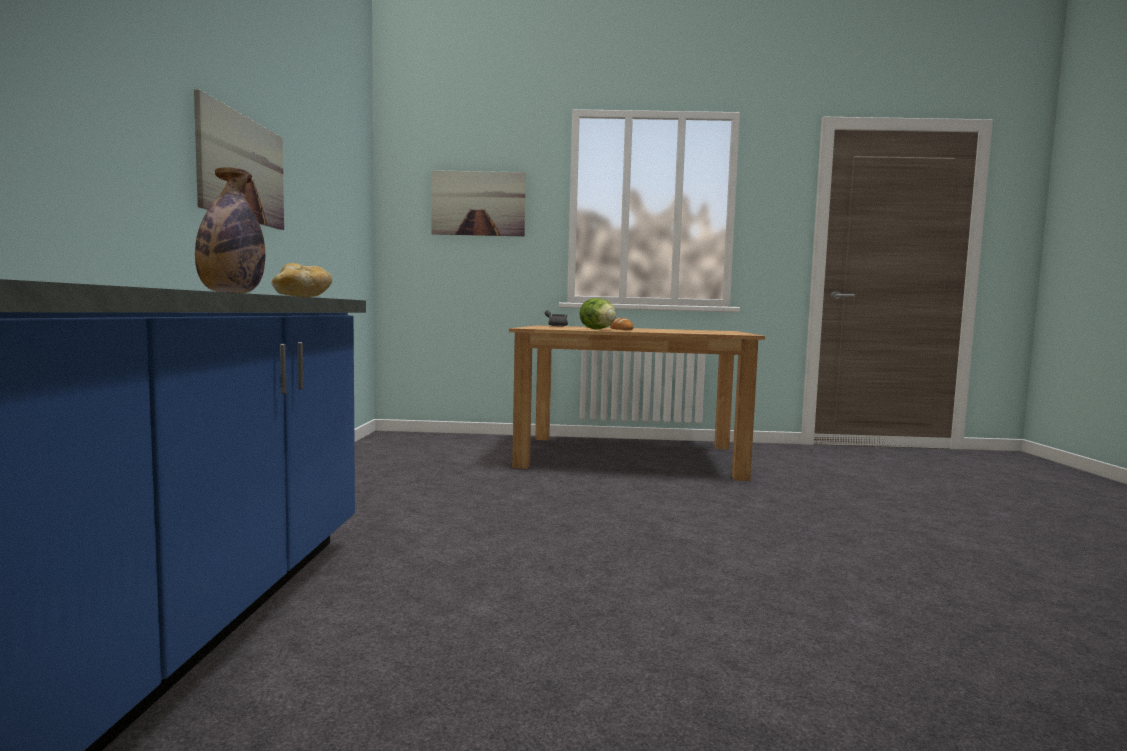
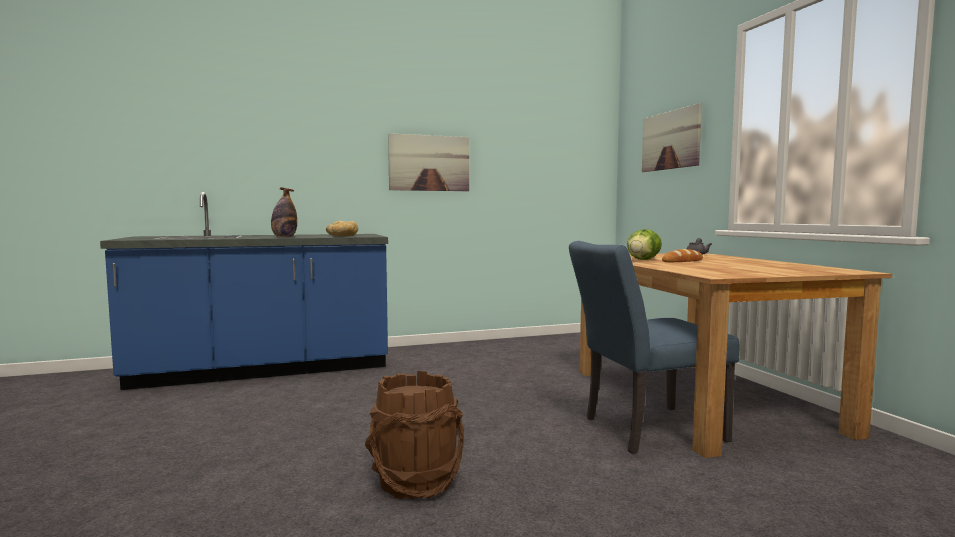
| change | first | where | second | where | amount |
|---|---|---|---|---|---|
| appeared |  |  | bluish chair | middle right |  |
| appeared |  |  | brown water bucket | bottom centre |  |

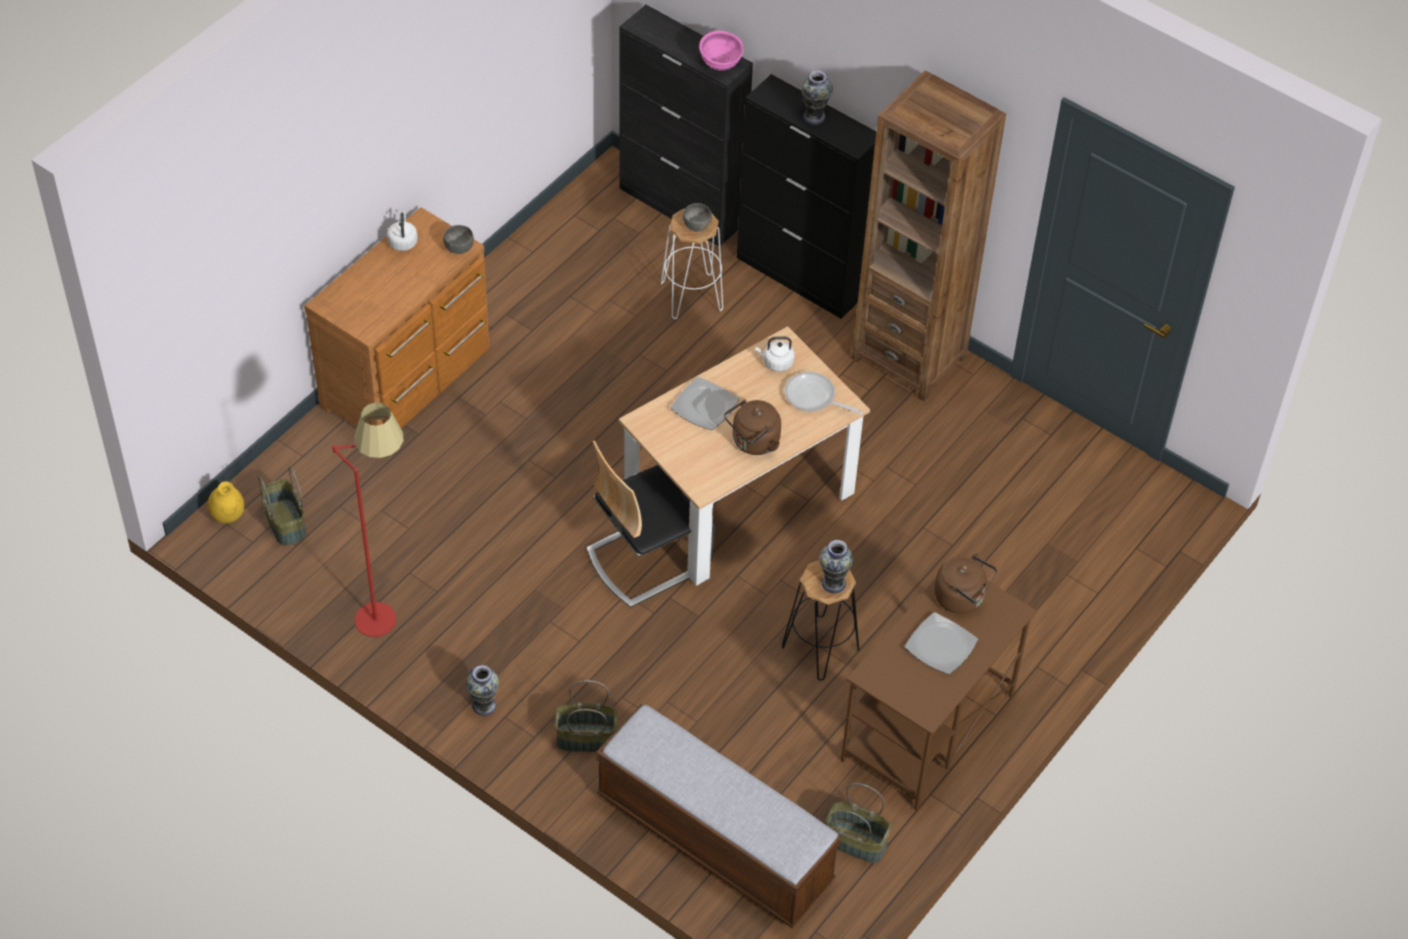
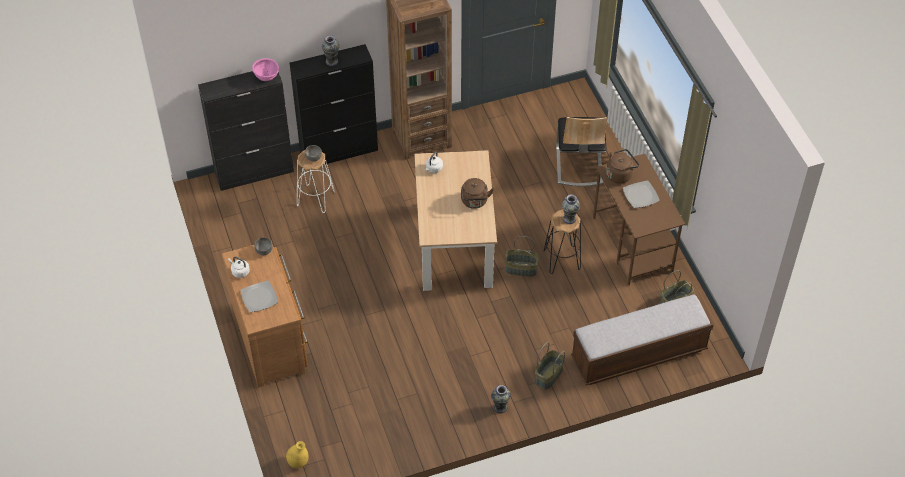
| change | first | where | second | where | amount |
|---|---|---|---|---|---|
| missing | skillet | centre |  |  |  |
| relocated | flat dish (no. 1 from left) | centre |  | middle left |  |
| missing | reddish floor lamp | middle left |  |  |  |
| relocated | chair | centre |  | top centre |  |
| relocated | storage basket (no. 1 from left) | middle left |  | centre |  |

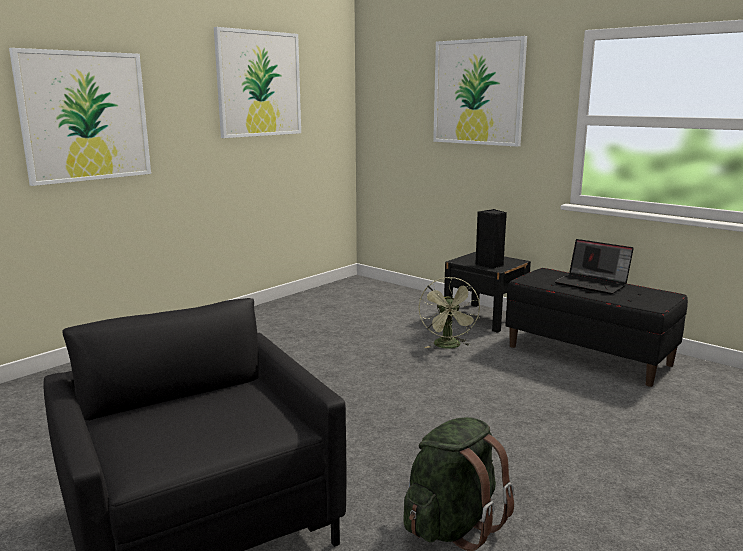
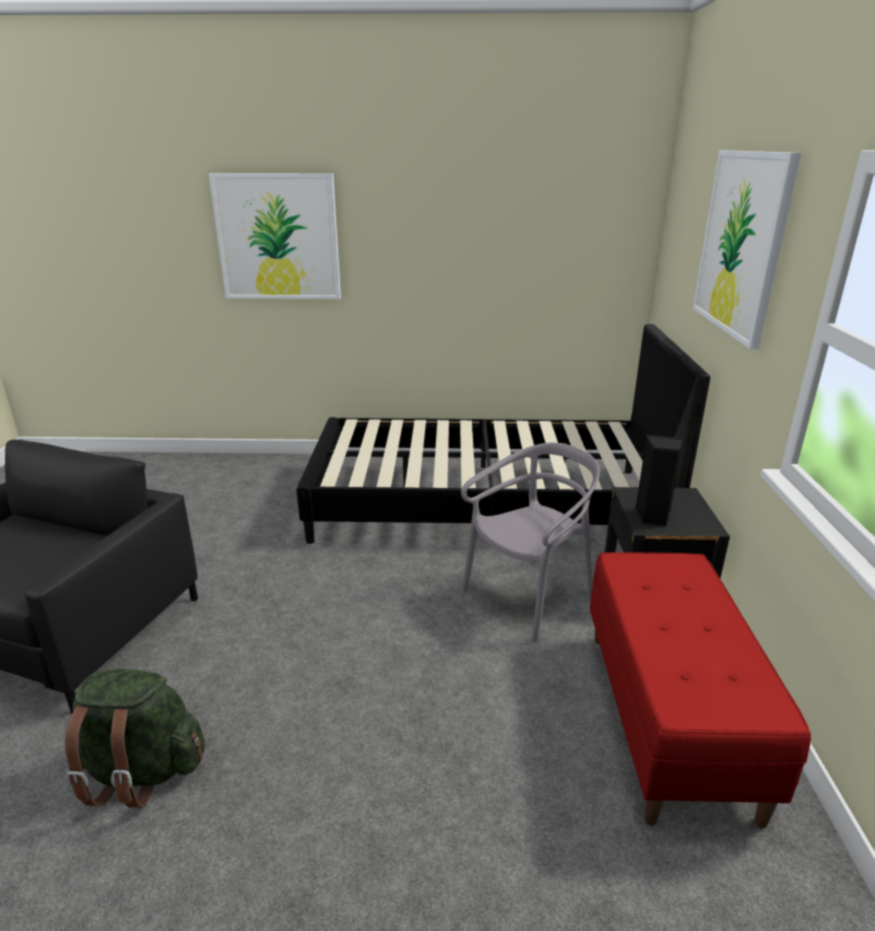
| change | first | where | second | where | amount |
|---|---|---|---|---|---|
| missing | picture (no. 2 from left) | top centre |  |  |  |
| missing | notebook computer | middle right |  |  |  |
| colour | black-coloured long seat | middle right | reddish long seat | bottom right |  |
| exchanged | greenish electric fan | centre | gray chair | centre |  |
| appeared |  |  | black-coloured bedroom bed | centre |  |

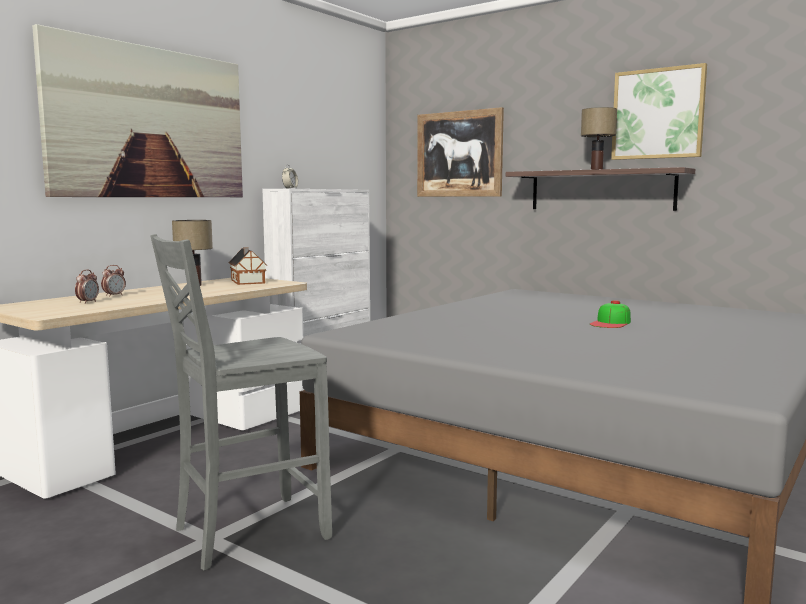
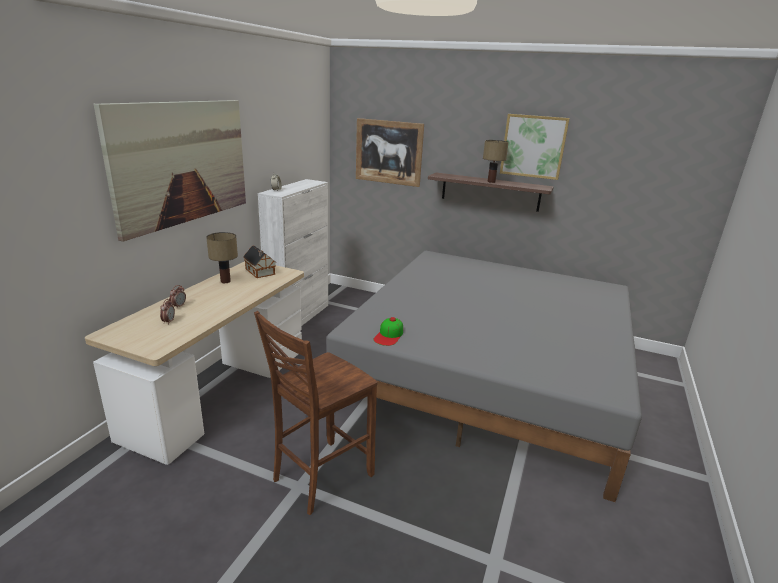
| change | first | where | second | where | amount |
|---|---|---|---|---|---|
| colour | gray chair | middle left | brown chair | bottom centre |  |
| relocated | baseball cap | middle right |  | centre |  |

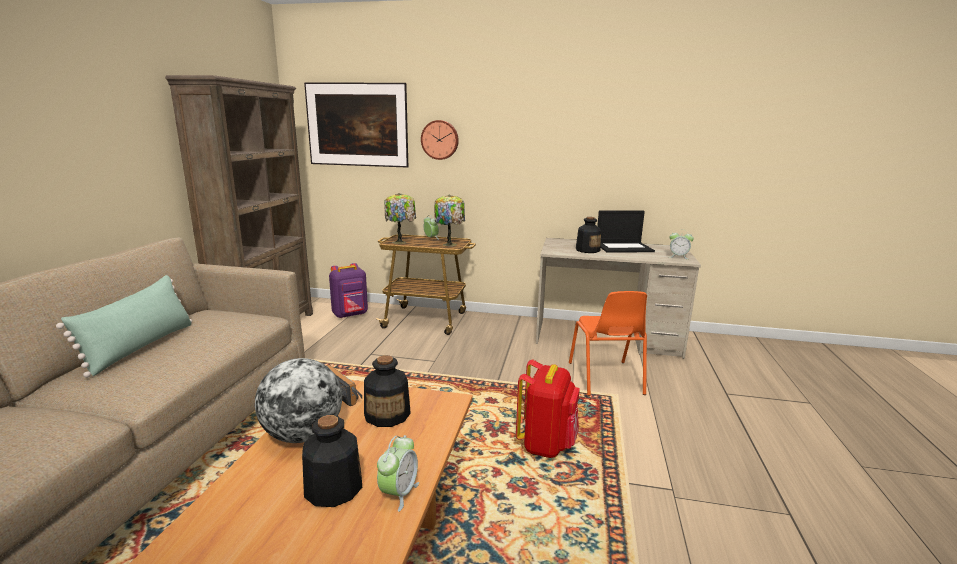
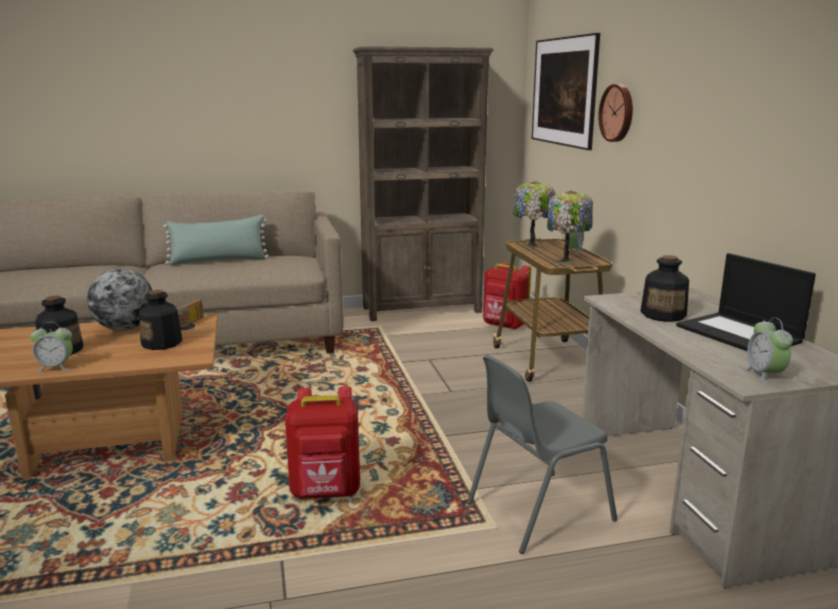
| change | first | where | second | where | amount |
|---|---|---|---|---|---|
| colour | purple rucksack | centre | reddish rucksack (no. 2 from left) | centre |  |
| colour | orange chair | centre | gray chair | bottom centre |  |

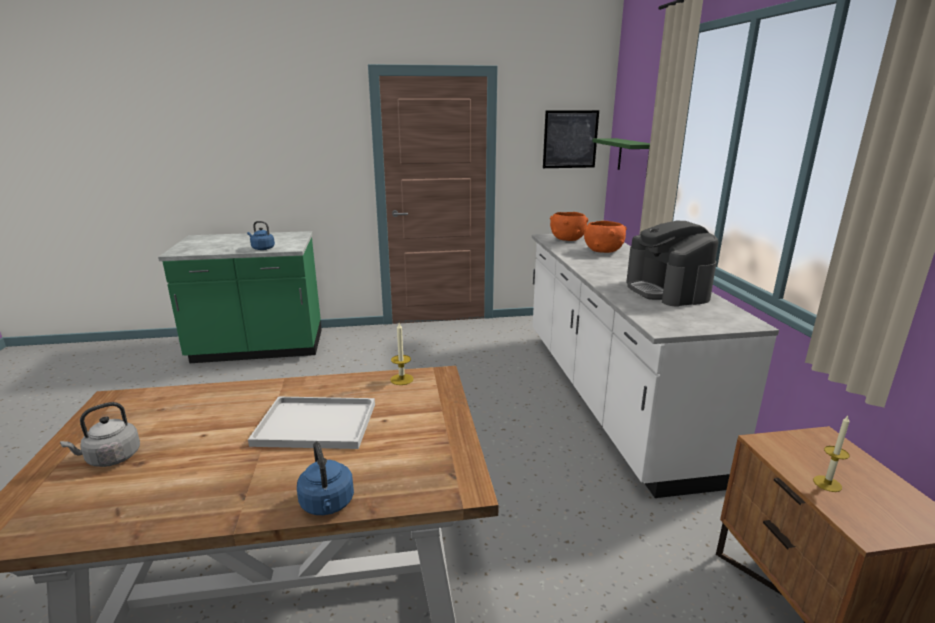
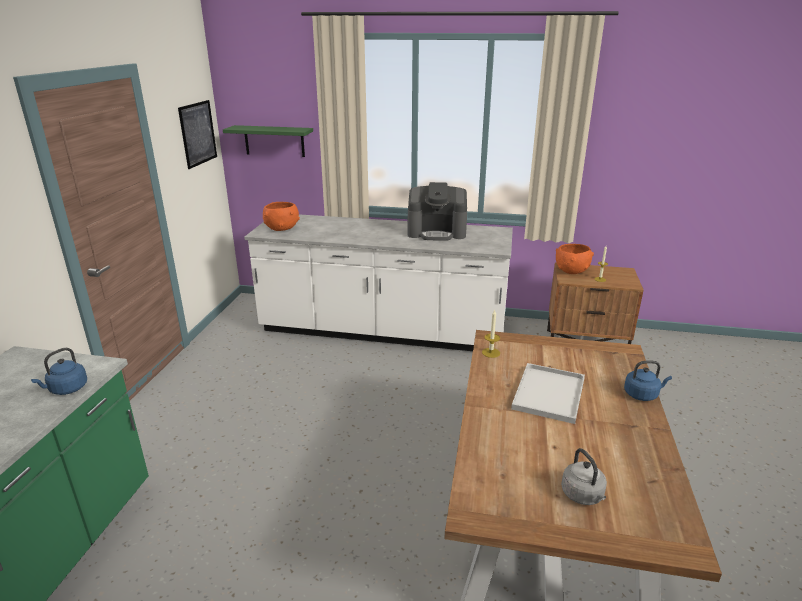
| change | first | where | second | where | amount |
|---|---|---|---|---|---|
| relocated | orange deep dish (no. 2 from left) | centre |  | middle right |  |

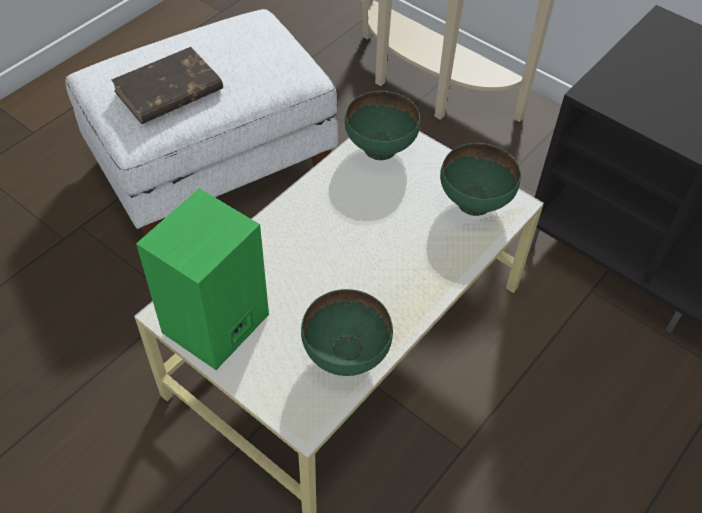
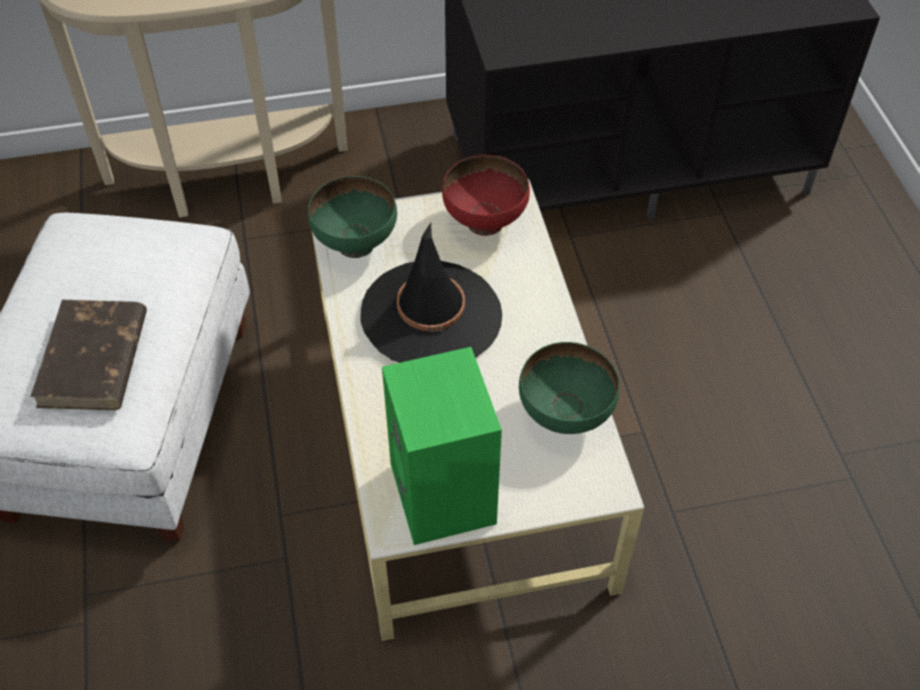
| change | first | where | second | where | amount |
|---|---|---|---|---|---|
| colour | greenish deep dish (no. 3 from left) | middle right | reddish deep dish | top centre |  |
| appeared |  |  | black-coloured clothing hat | centre |  |

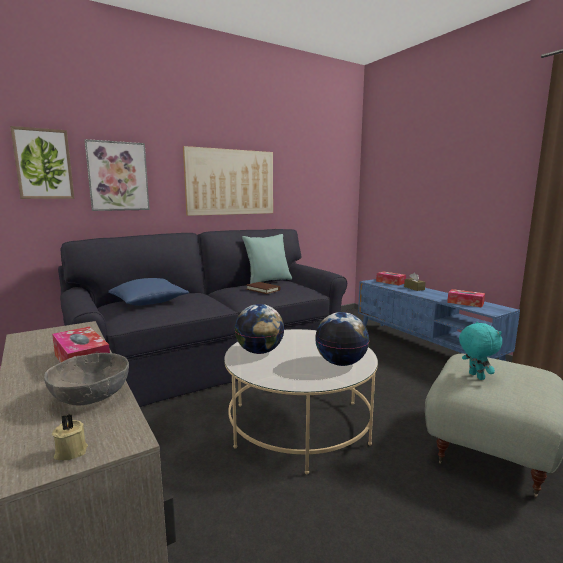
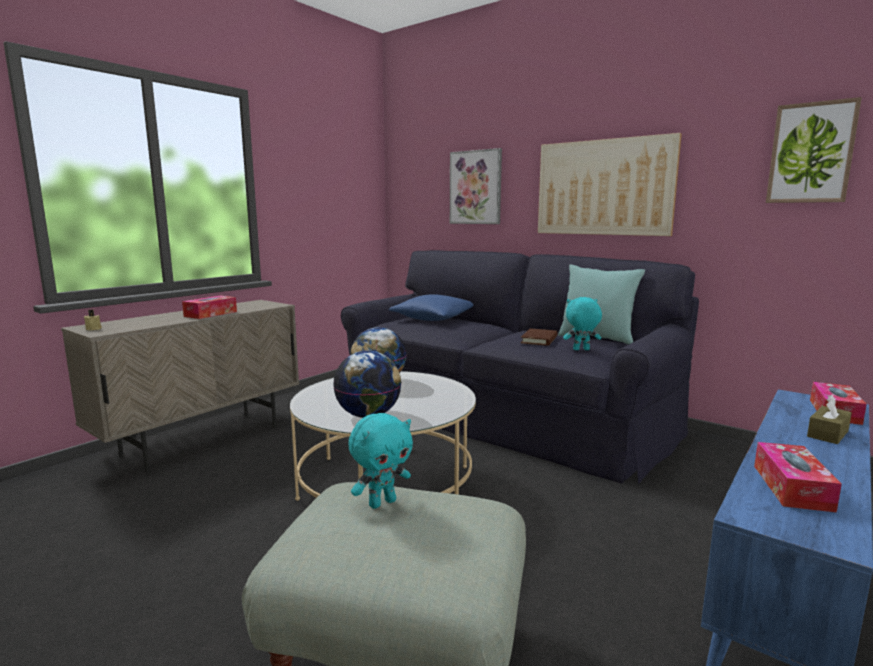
| change | first | where | second | where | amount |
|---|---|---|---|---|---|
| relocated | picture (no. 1 from left in the first image) | top left | picture (no. 3 from left) | top right |  |
| missing | gray deep dish | bottom left |  |  |  |
| appeared |  |  | turquoise cuddly toy (no. 2 from left) | middle right |  |

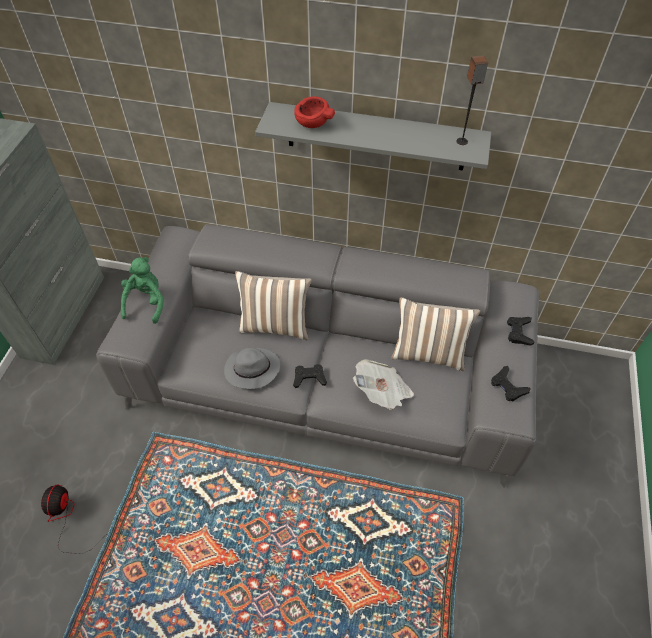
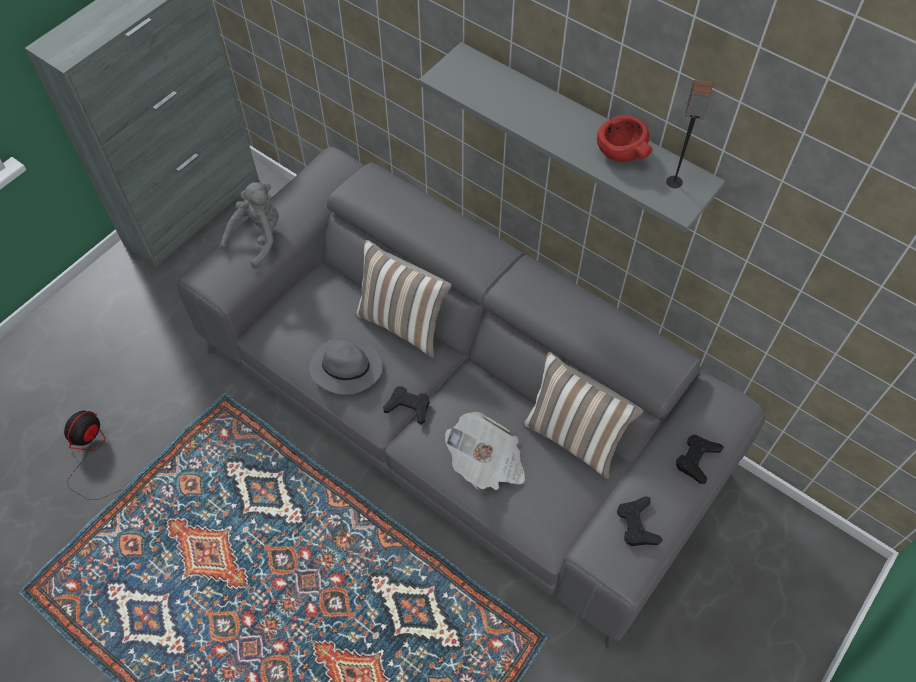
| change | first | where | second | where | amount |
|---|---|---|---|---|---|
| relocated | reddish deep dish | top centre |  | top right |  |
| colour | greenish cuddly toy | middle left | gray cuddly toy | top left |  |

